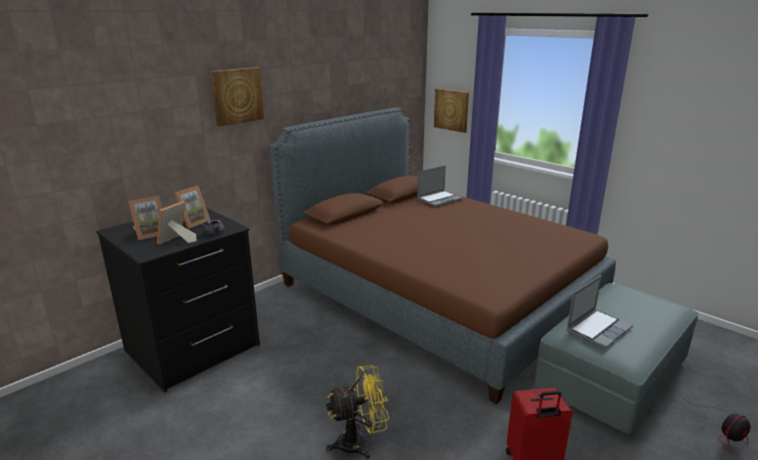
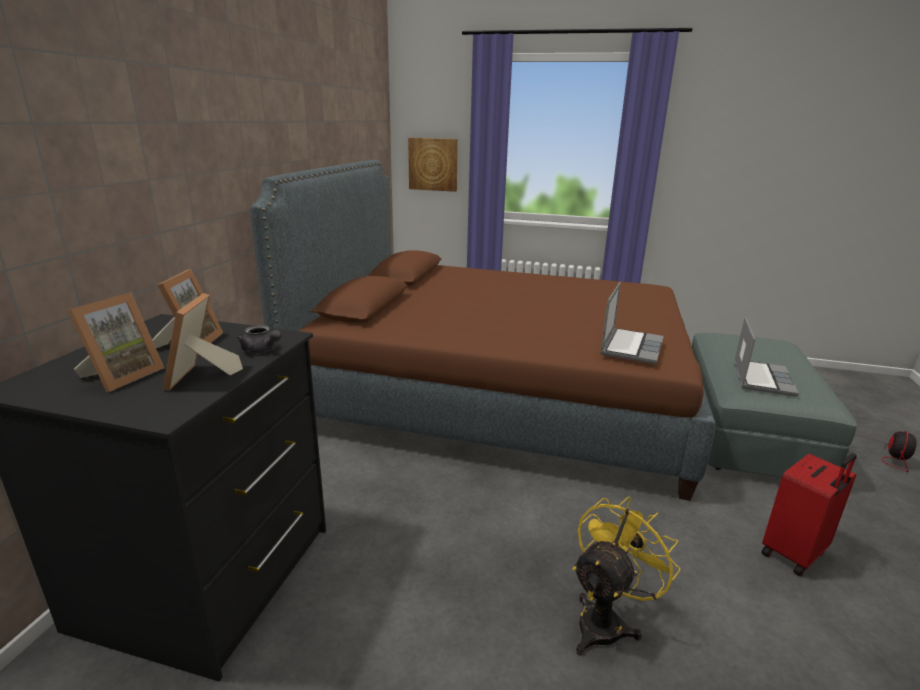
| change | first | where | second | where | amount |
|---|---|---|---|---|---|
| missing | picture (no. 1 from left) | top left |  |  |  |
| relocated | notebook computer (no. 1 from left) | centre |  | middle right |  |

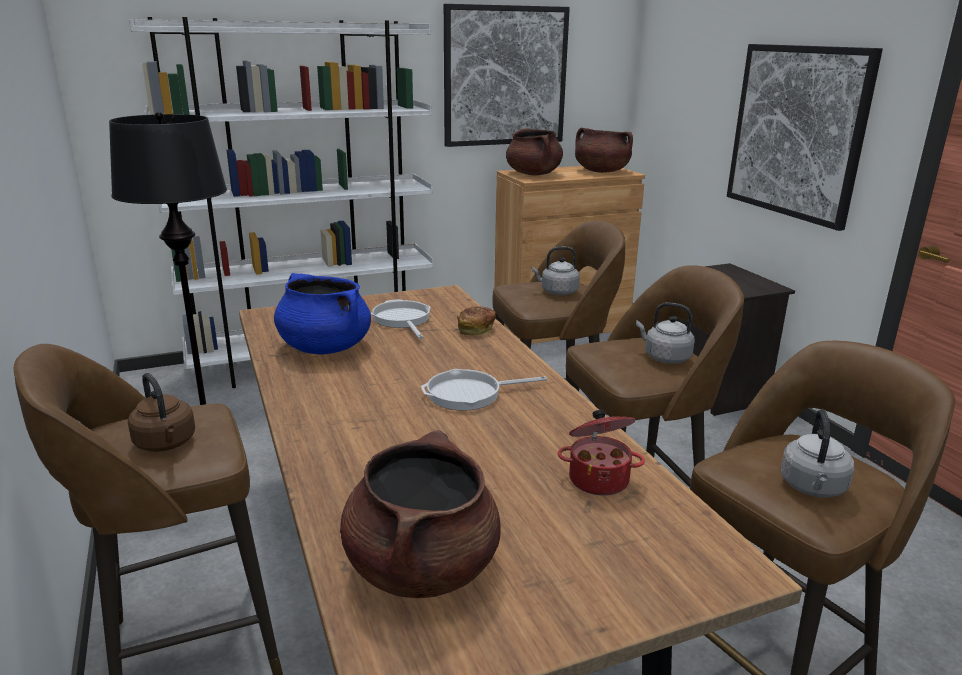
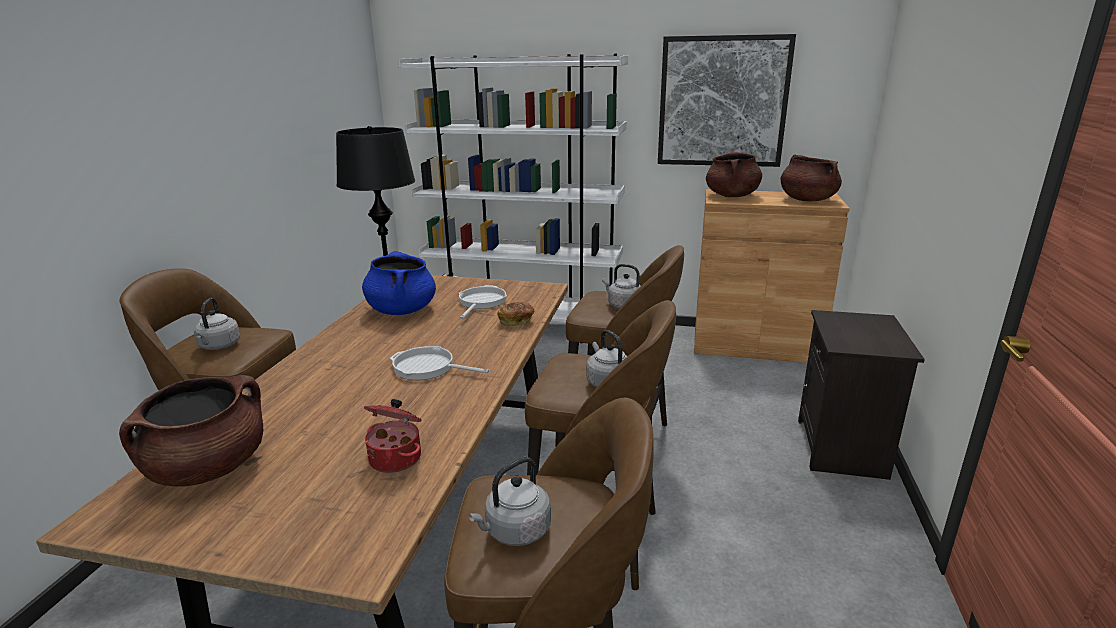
| change | first | where | second | where | amount |
|---|---|---|---|---|---|
| missing | picture (no. 2 from left) | top right |  |  |  |
| colour | brown tea kettle | middle left | gray tea kettle (no. 1 from left) | middle left |  |

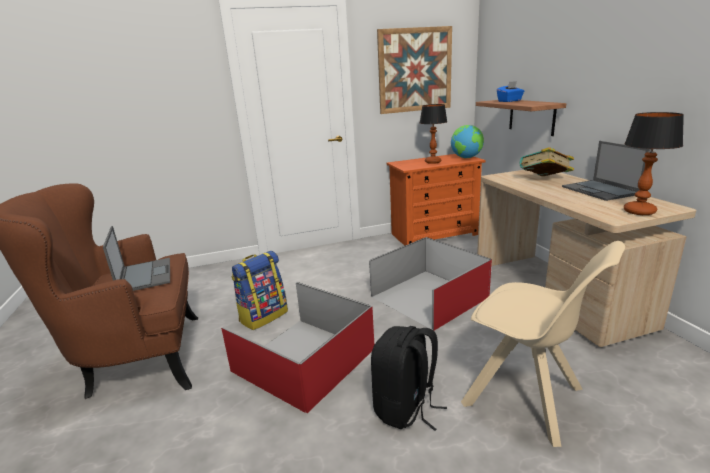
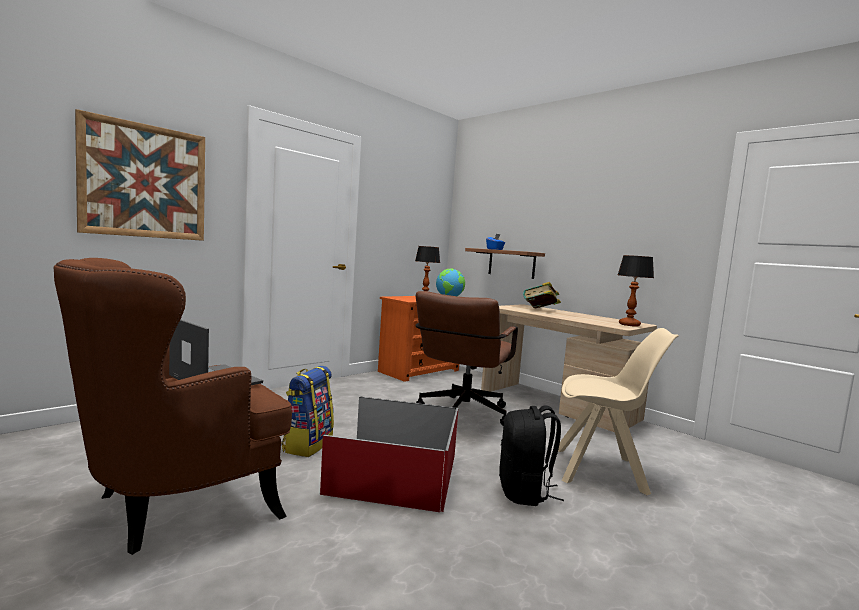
| change | first | where | second | where | amount |
|---|---|---|---|---|---|
| relocated | picture | top centre |  | top left |  |
| missing | notebook computer (no. 2 from left) | middle right |  |  |  |
| exchanged | reddish storage container (no. 2 from left) | centre | brown office chair | centre |  |

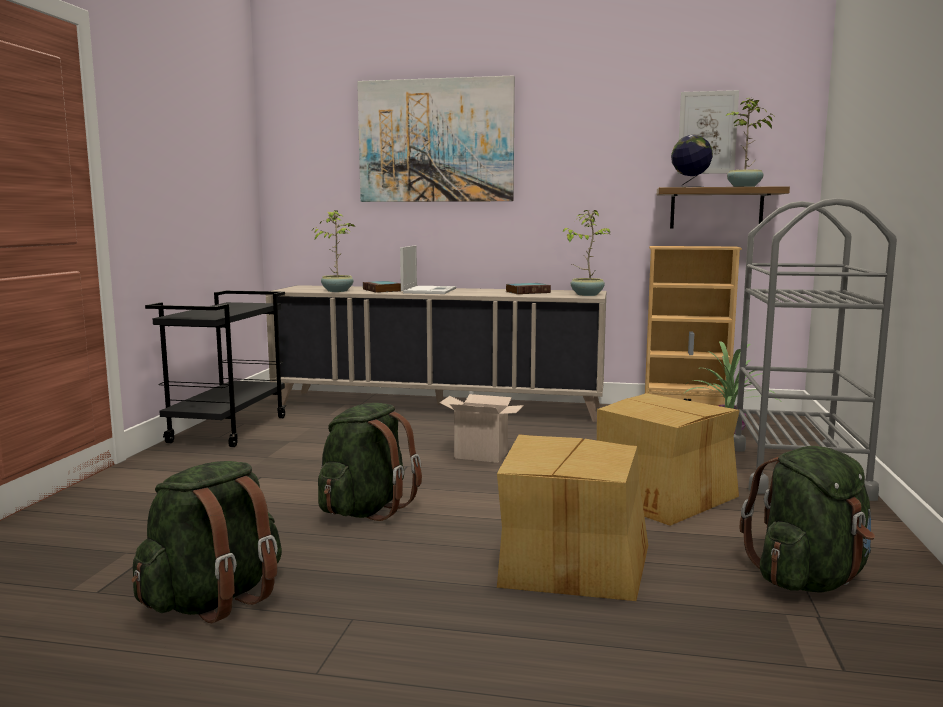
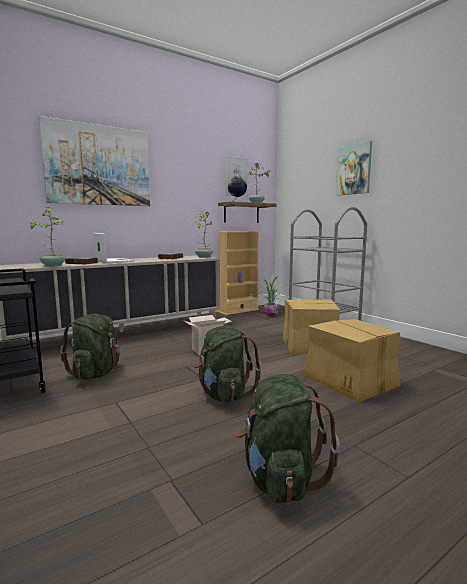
| change | first | where | second | where | amount |
|---|---|---|---|---|---|
| relocated | greenish rucksack (no. 3 from left in the first image) | bottom right | greenish rucksack (no. 1 from left) | middle left |  |
| appeared |  |  | picture (no. 3 from left) | top right |  |

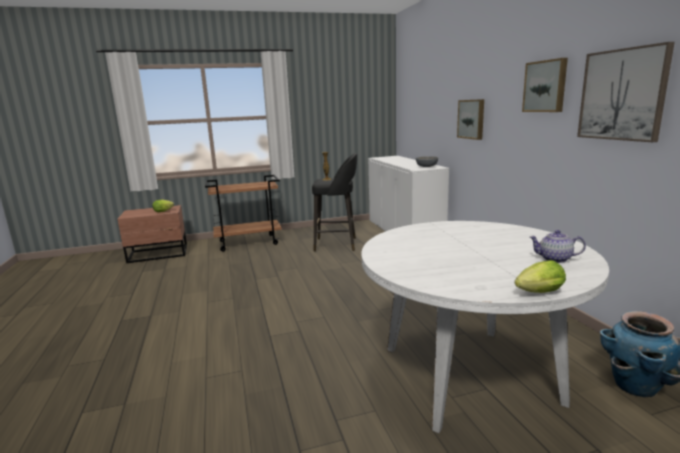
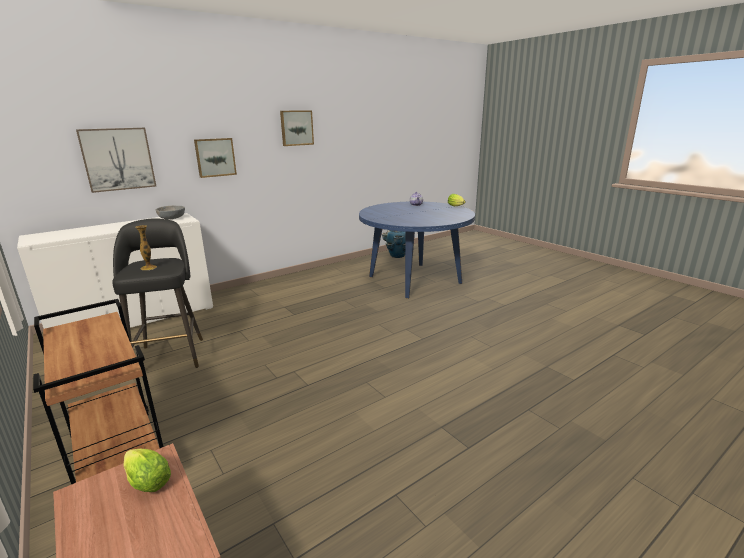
| change | first | where | second | where | amount |
|---|---|---|---|---|---|
| relocated | picture (no. 3 from left in the first image) | top right | picture (no. 1 from left) | top left |  |
| colour | whitish dining table | bottom right | bluish dining table | centre |  |

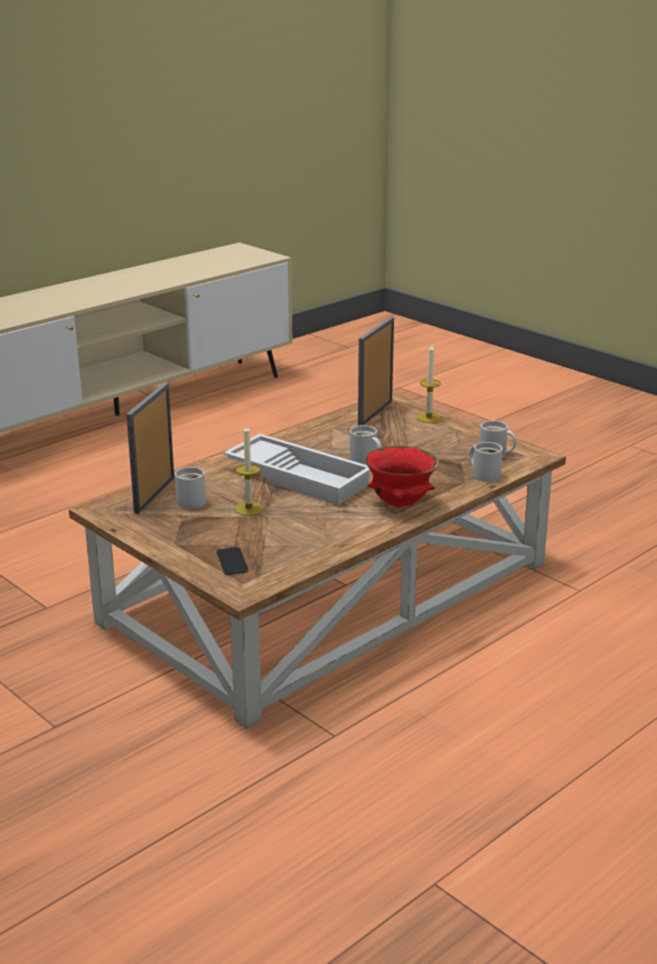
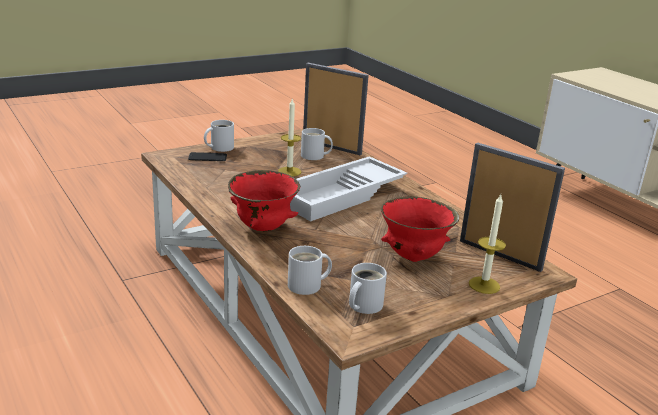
| change | first | where | second | where | amount |
|---|---|---|---|---|---|
| relocated | whitish coffee mug (no. 2 from left in the first image) | centre | whitish coffee mug (no. 1 from left) | top left |  |
| appeared |  |  | reddish deep dish (no. 2 from left) | centre |  |

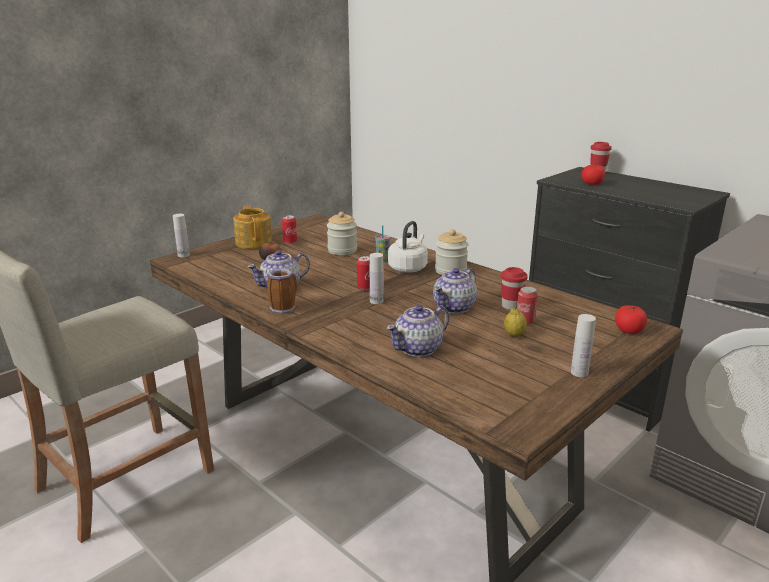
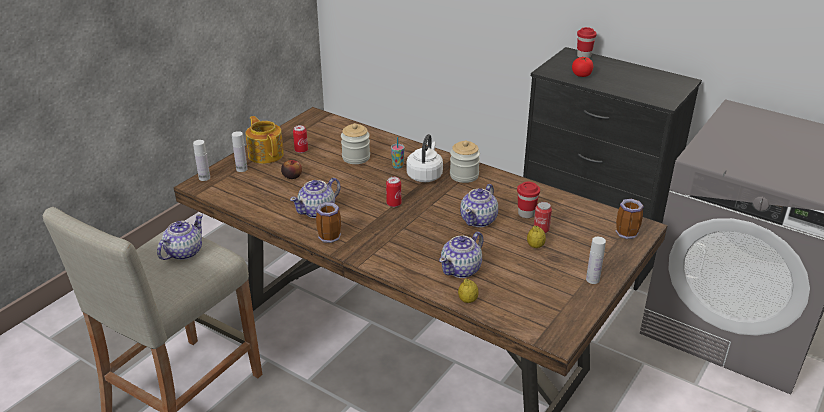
| change | first | where | second | where | amount |
|---|---|---|---|---|---|
| relocated | whitish bottle (no. 2 from left) | centre |  | middle left |  |
| exchanged | tomato (no. 2 from left) | middle right | coffee mug (no. 2 from left) | middle right |  |
| appeared |  |  | teapot (no. 1 from left) | middle left |  |
| appeared |  |  | citrus fruit (no. 1 from left) | bottom centre |  |

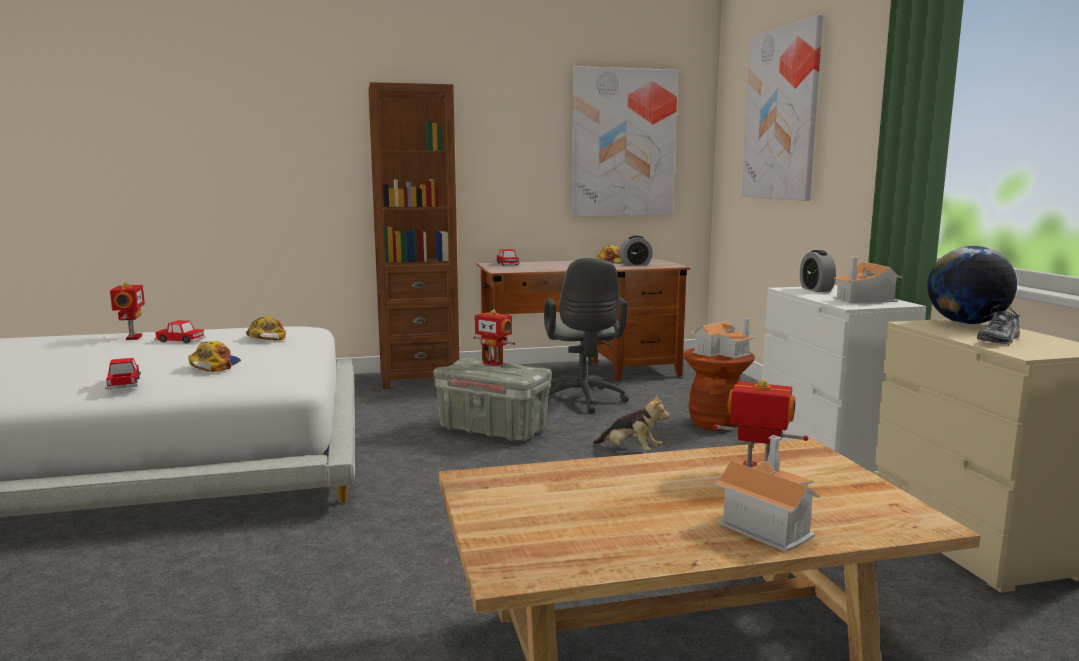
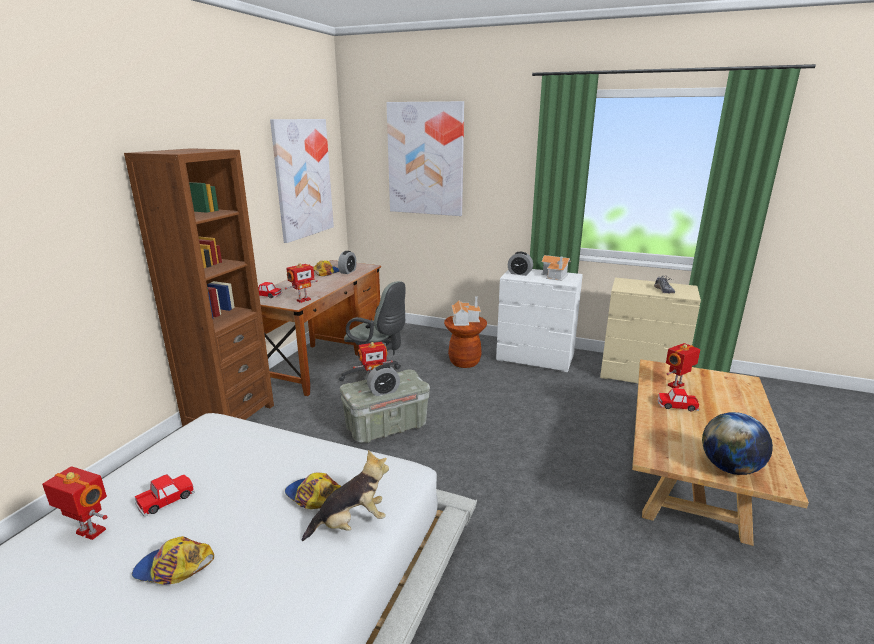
| change | first | where | second | where | amount |
|---|---|---|---|---|---|
| relocated | world globe | middle right |  | bottom right |  |
| relocated | baseball cap (no. 2 from left in the first image) | middle left | baseball cap (no. 1 from left) | bottom left |  |
| relocated | miniature car (no. 1 from left in the first image) | middle left | miniature car (no. 3 from left) | middle right |  |
| relocated | cuddly toy | centre |  | bottom centre |  |
| missing | miniature house (no. 2 from left) | bottom right |  |  |  |
| appeared |  |  | robot figure (no. 2 from left) | centre |  |
| appeared |  |  | table clock (no. 2 from left) | centre |  |

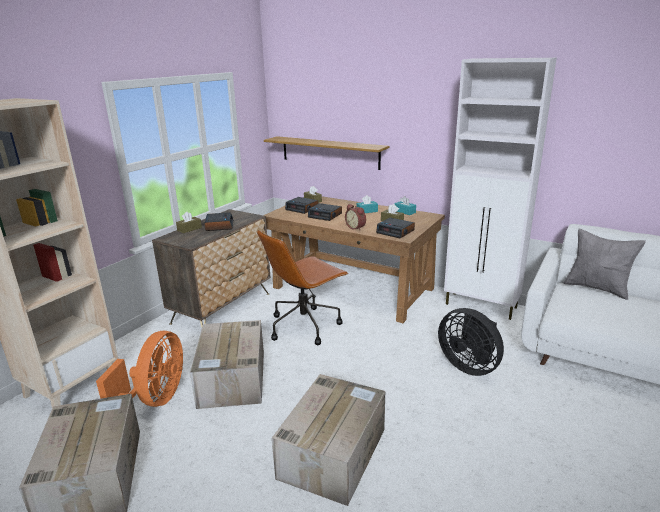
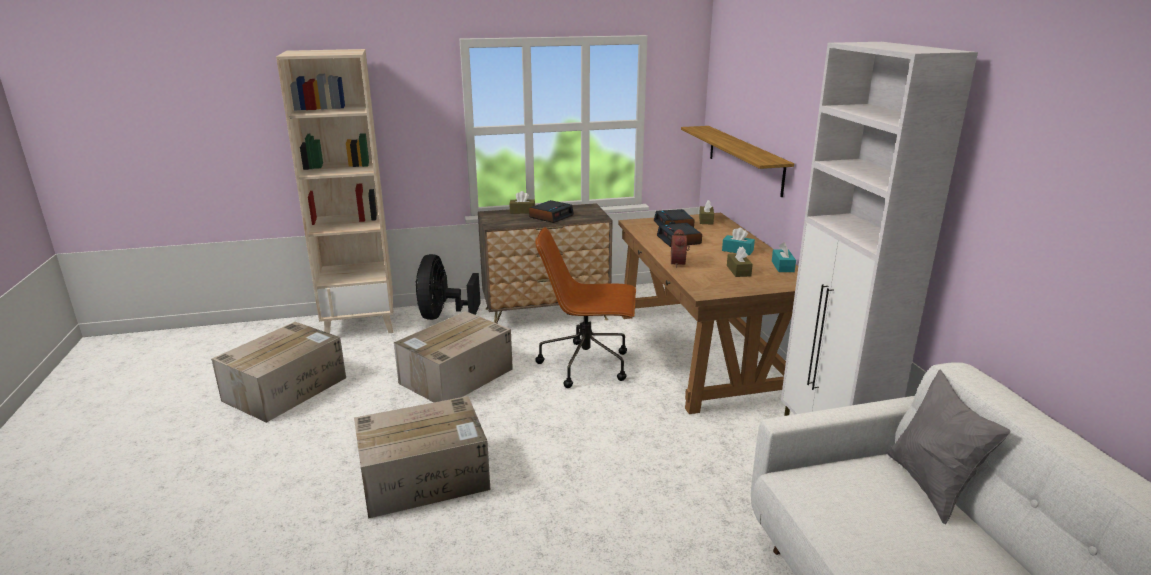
| change | first | where | second | where | amount |
|---|---|---|---|---|---|
| missing | table clock (no. 5 from left) | centre |  |  |  |
| relocated | black-coloured electric fan | bottom right |  | centre |  |
| missing | orange electric fan | bottom left |  |  |  |

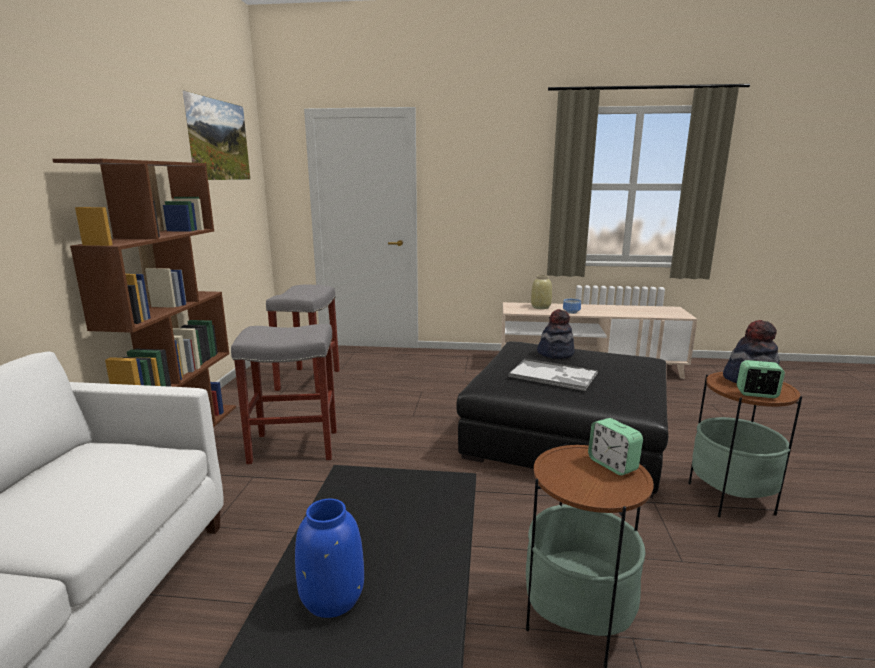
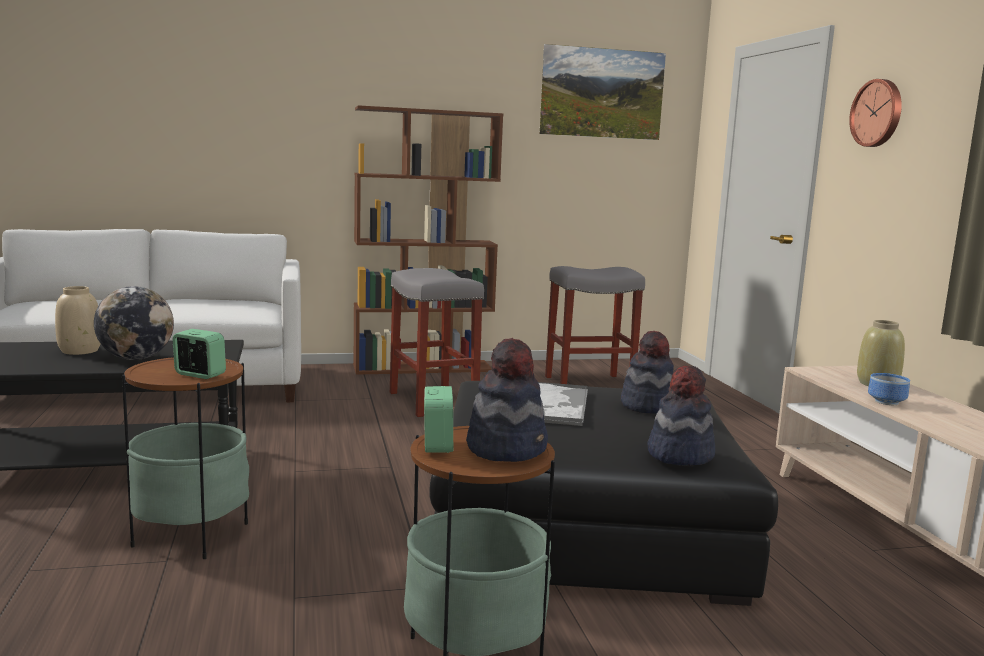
| change | first | where | second | where | amount |
|---|---|---|---|---|---|
| spun | table clock (no. 1 from left) | bottom right |  | middle left | 75 degrees clockwise |
| colour | bluish vase | bottom centre | sand-coloured vase (no. 1 from left) | middle left |  |
| appeared |  |  | hanging clock | top right |  |
| appeared |  |  | world globe | middle left |  |
| appeared |  |  | clothing hat (no. 3 from left) | middle right |  |

